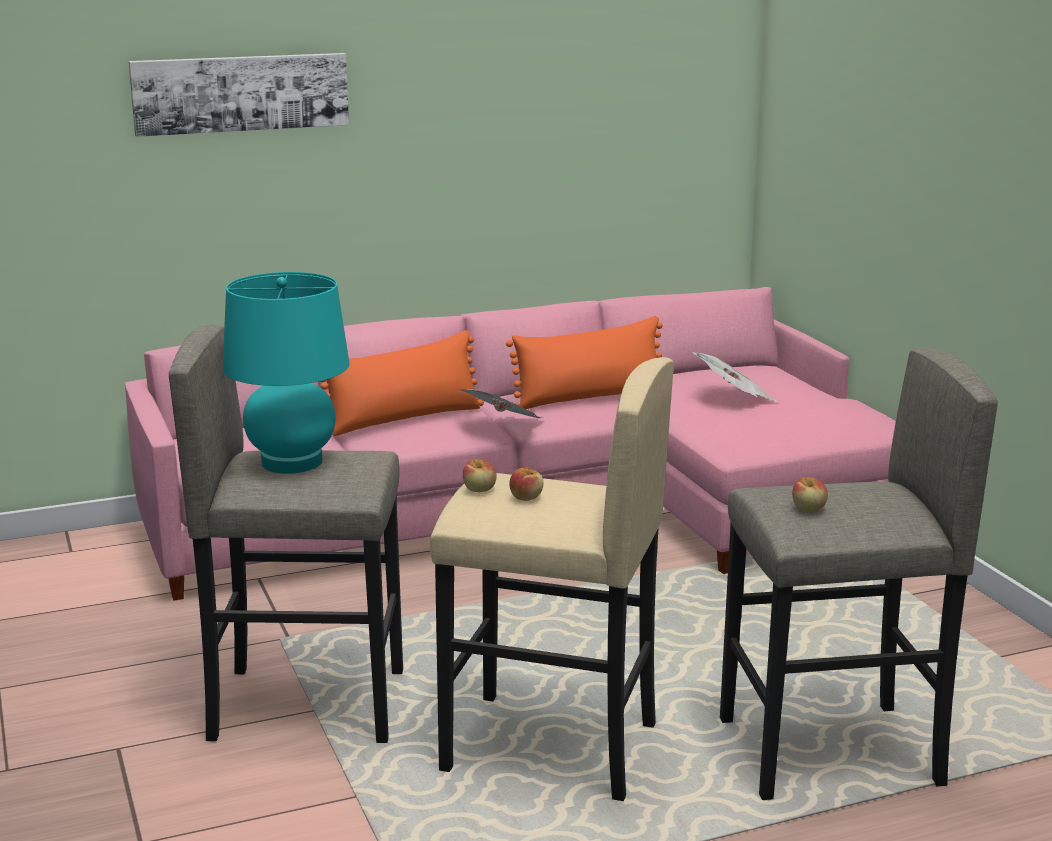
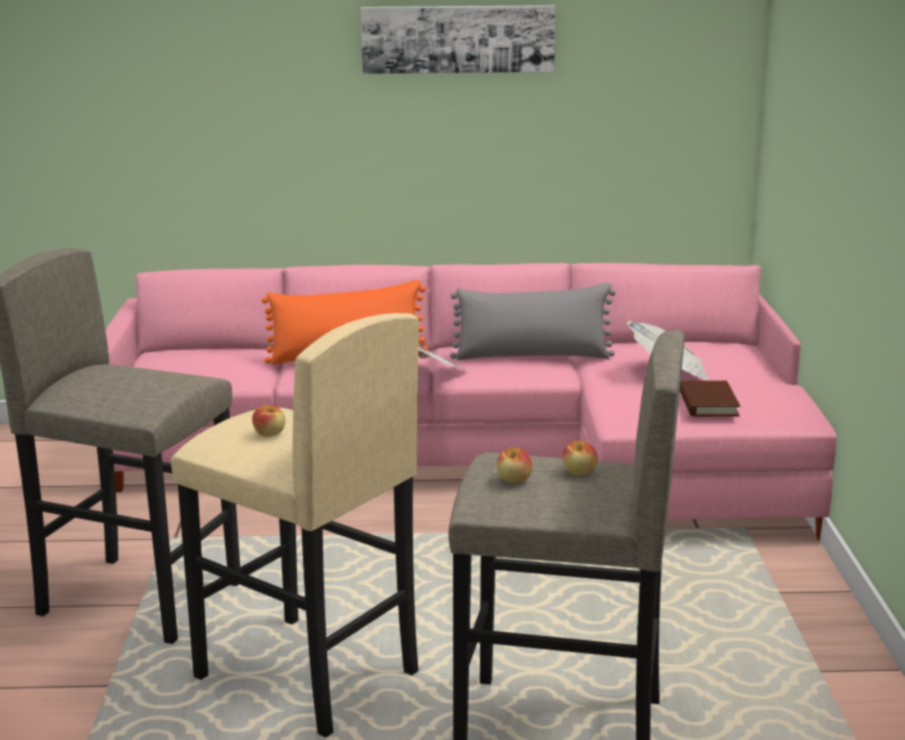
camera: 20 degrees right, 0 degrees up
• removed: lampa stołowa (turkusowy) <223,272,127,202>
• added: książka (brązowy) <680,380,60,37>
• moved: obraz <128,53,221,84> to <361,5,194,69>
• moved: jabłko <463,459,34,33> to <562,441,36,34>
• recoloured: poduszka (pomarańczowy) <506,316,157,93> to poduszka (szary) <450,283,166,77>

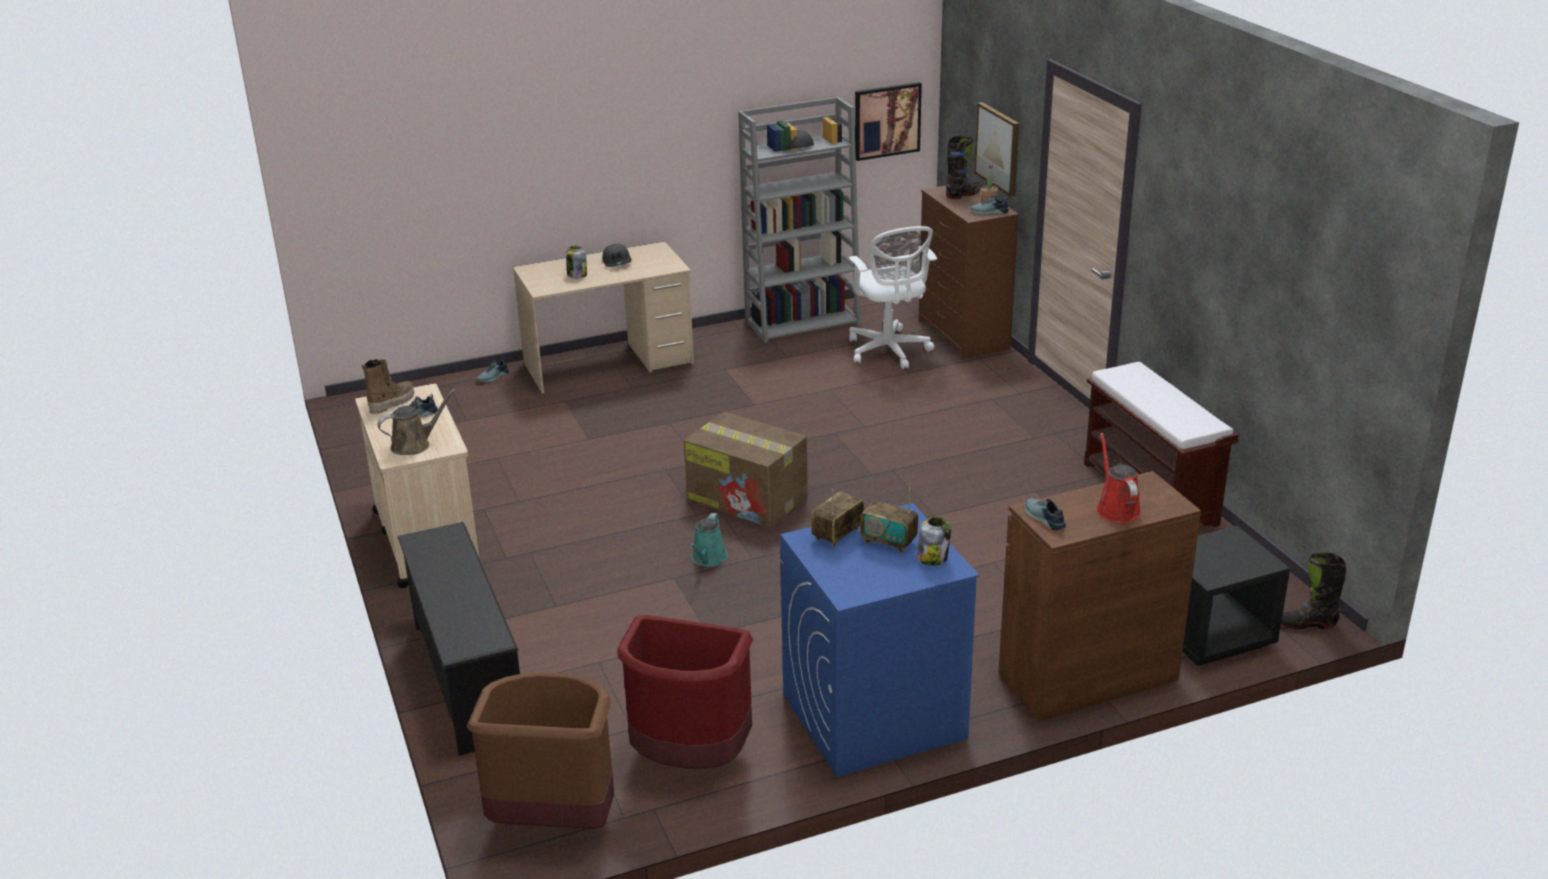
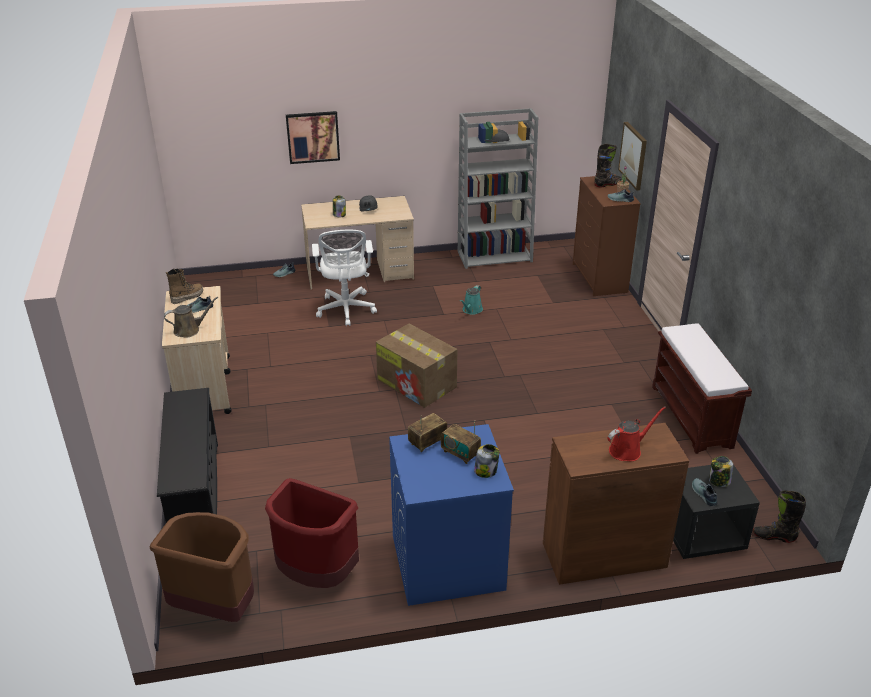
camera: 10 degrees right, 5 degrees up
• added: słoik <709,456,24,31>
• moved: konewka (turkusowy) <689,513,39,53> to <460,285,23,30>
• moved: krzesło biurowe (biały) <849,226,88,143> to <312,230,65,96>
• moved: obraz <855,82,67,79> to <286,111,54,53>
• moved: but <1025,498,41,32> to <692,478,26,28>
• turned: konewka (czerwony) <1096,432,45,91> = <607,406,59,55> 60 degrees clockwise

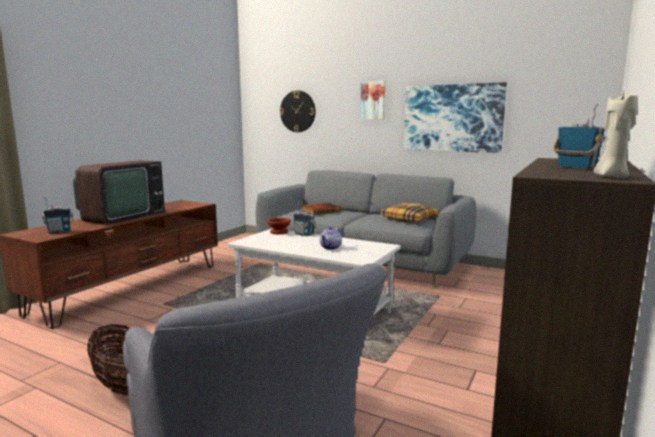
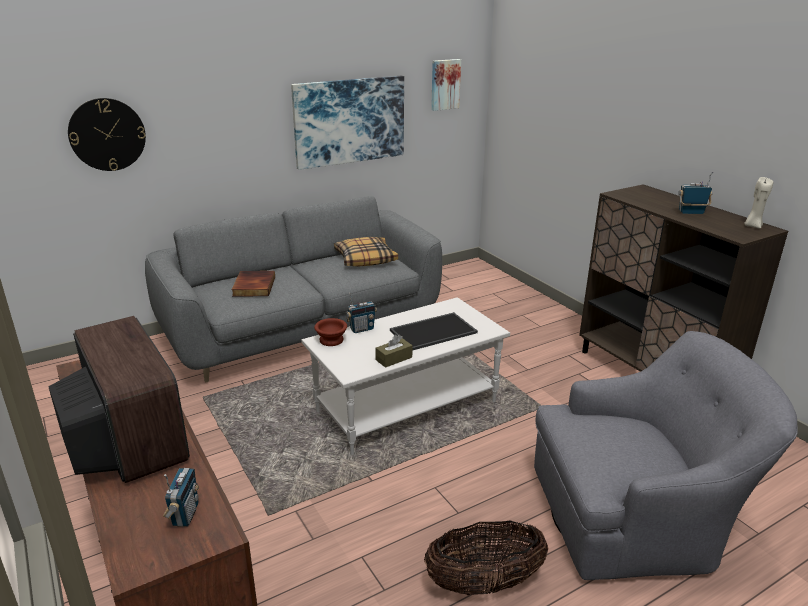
camera: 60 degrees left, 15 degrees up
• added: pudełko chusteczek (brązowy) <375,335,38,33>
• moved: obraz <360,81,25,39> to <431,59,30,52>
• replaced: imbryk <320,226,22,24> to taca <390,312,88,39>

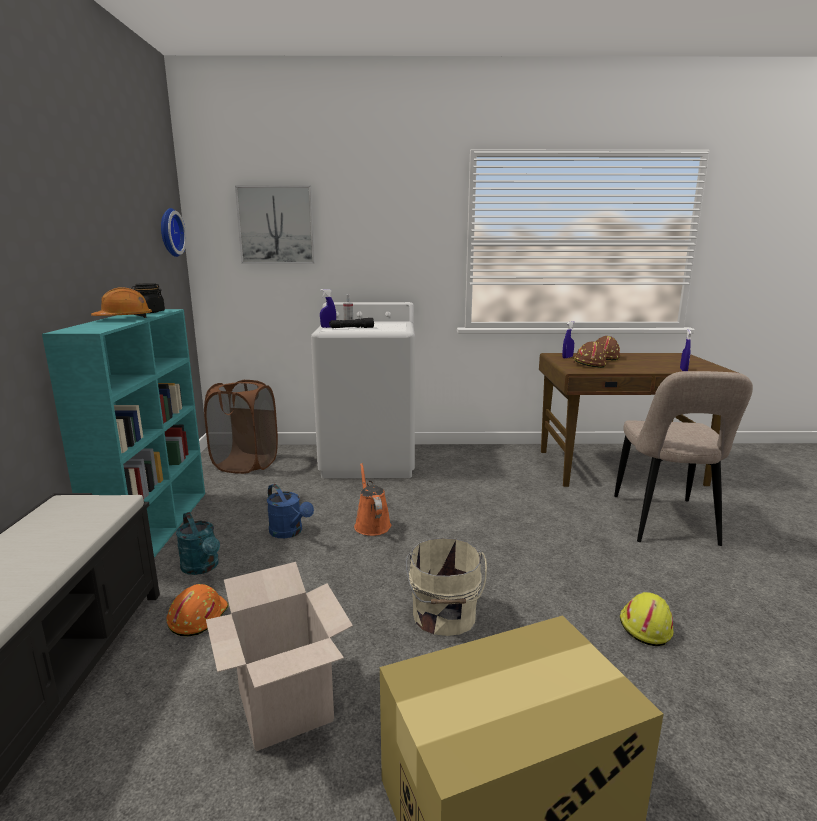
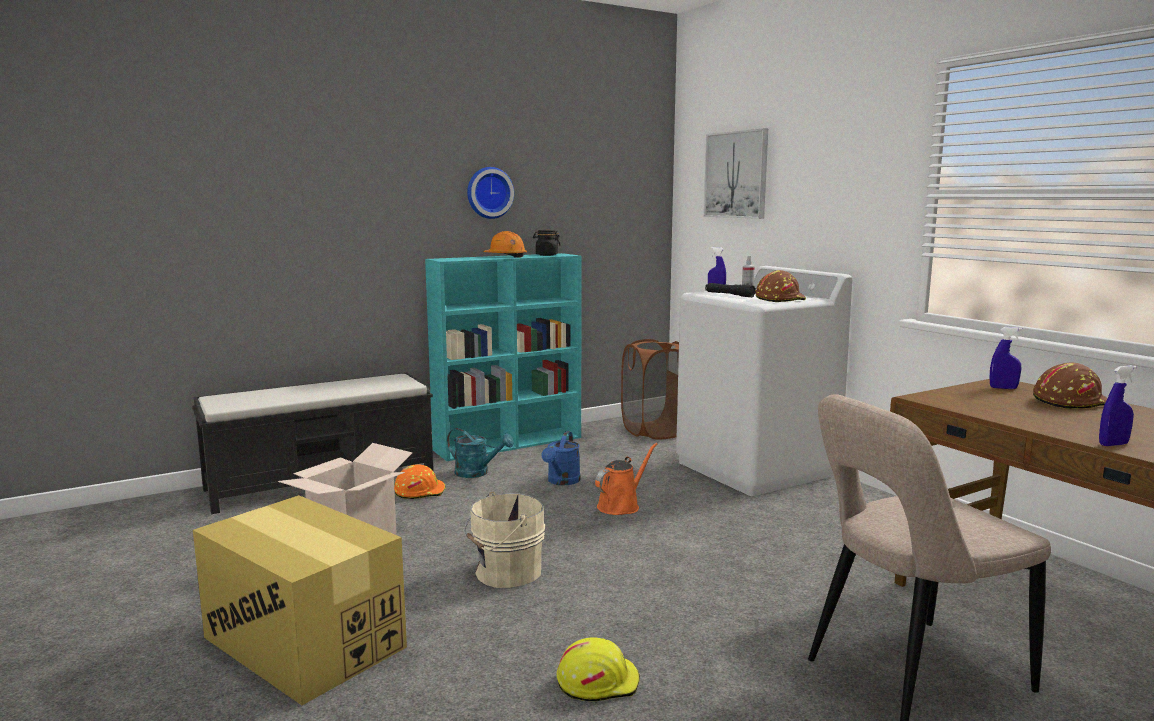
camera: 60 degrees right, 5 degrees down
• moved: zegar ścienny <161,208,25,49> to <467,167,47,52>
• moved: kask (brązowy) <573,342,34,26> to <755,270,51,32>
• turned: konewka (turkusowy) <176,512,44,63> = <447,428,67,50> 90 degrees counterclockwise

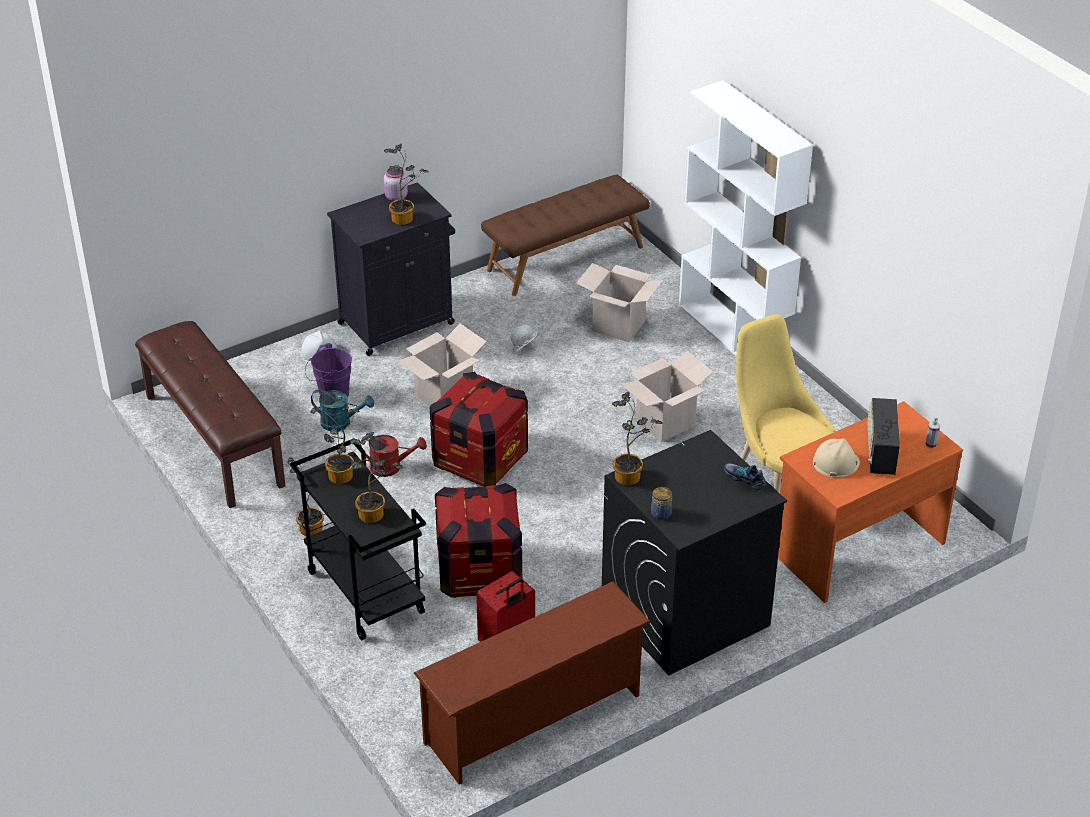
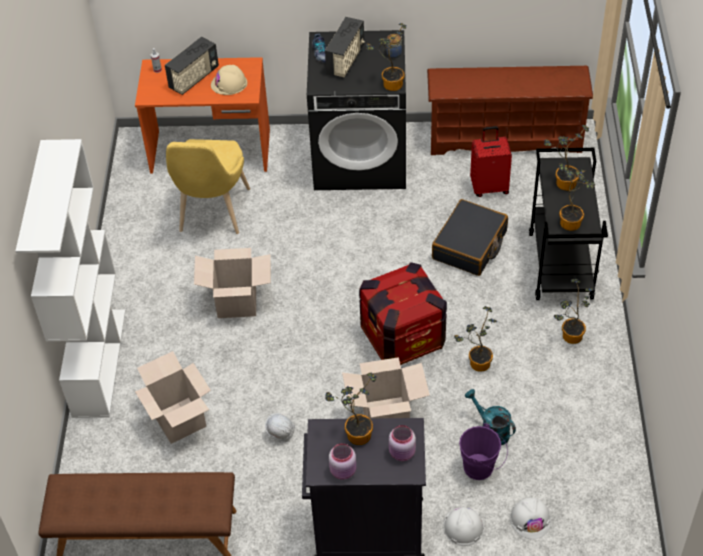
camera: 145 degrees left, 10 degrees up
• removed: ławka (brązowy) <135,321,151,187>
• added: radio <325,17,40,61>
• added: słoik (różowy) <389,425,27,36>
• added: kask (biały) <510,498,41,41>
• replaced: konewka (czerwony) <360,435,67,42> to roślina doniczkowa <454,306,44,66>
• replaced: skrzynka <435,483,87,115> to walizka (czarny) <432,199,76,77>

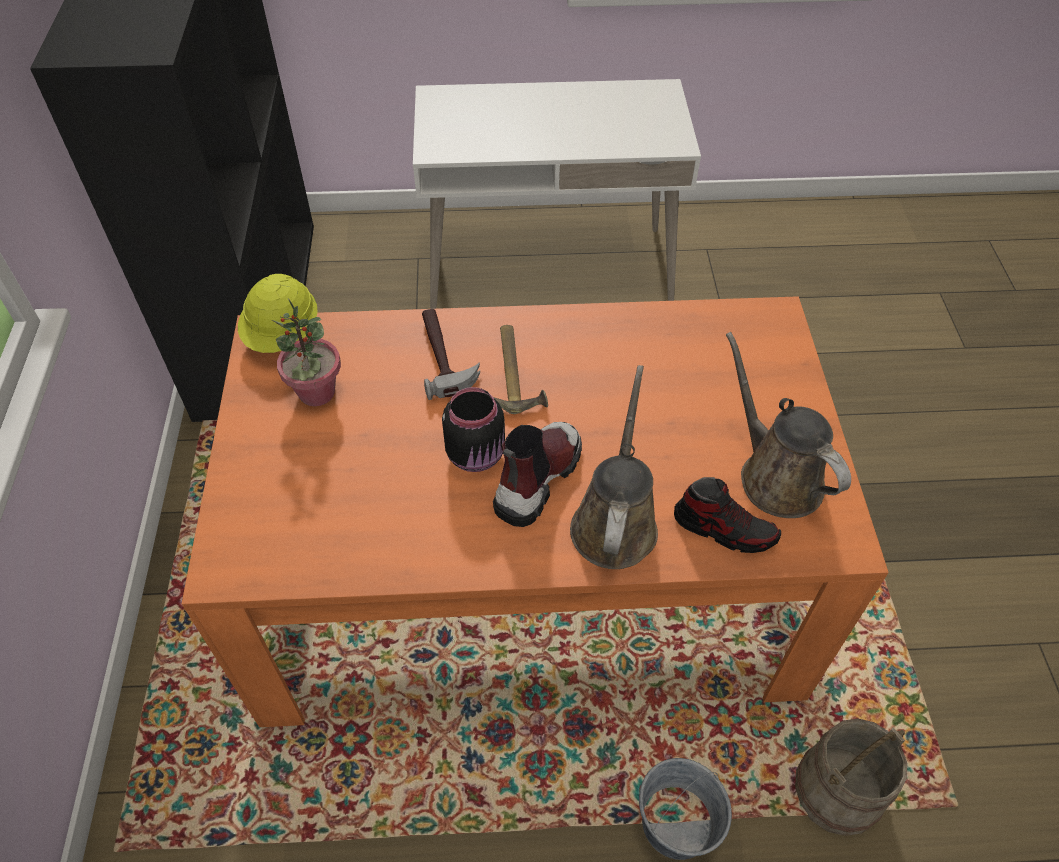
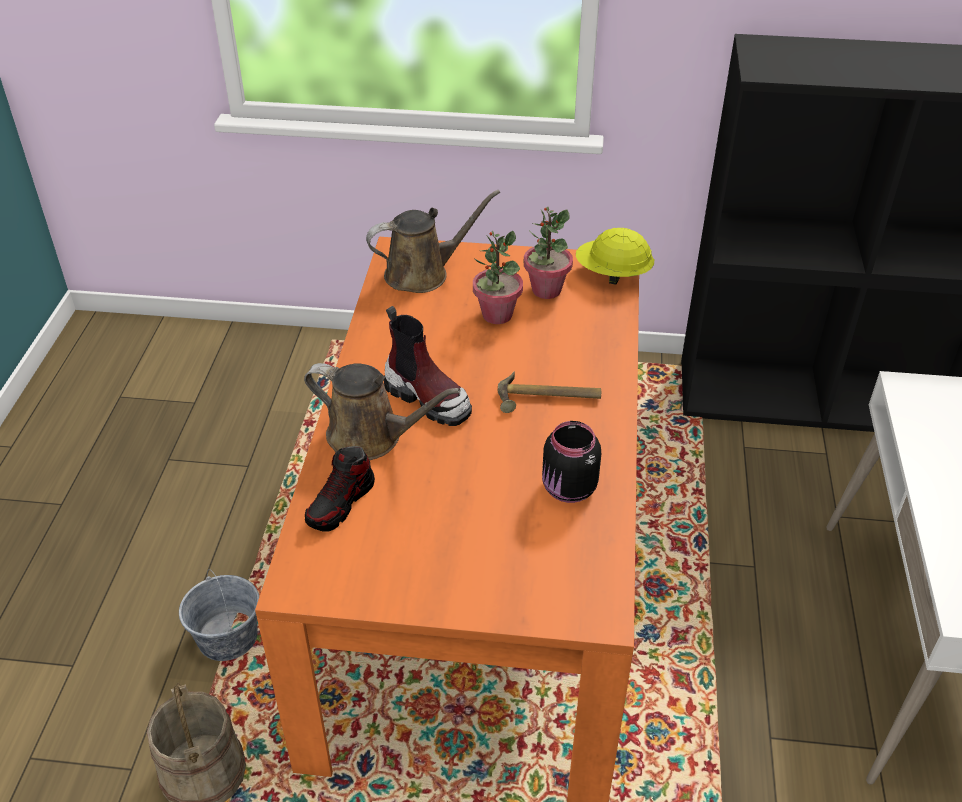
camera: 100 degrees right, 10 degrees down
• removed: młotek <422,309,58,91>
• added: roślina doniczkowa <473,231,50,93>
• moved: słoik (czarny) <442,387,63,85> to <542,421,59,82>
• moved: konewka (brązowy) <726,332,125,186> to <366,190,134,103>

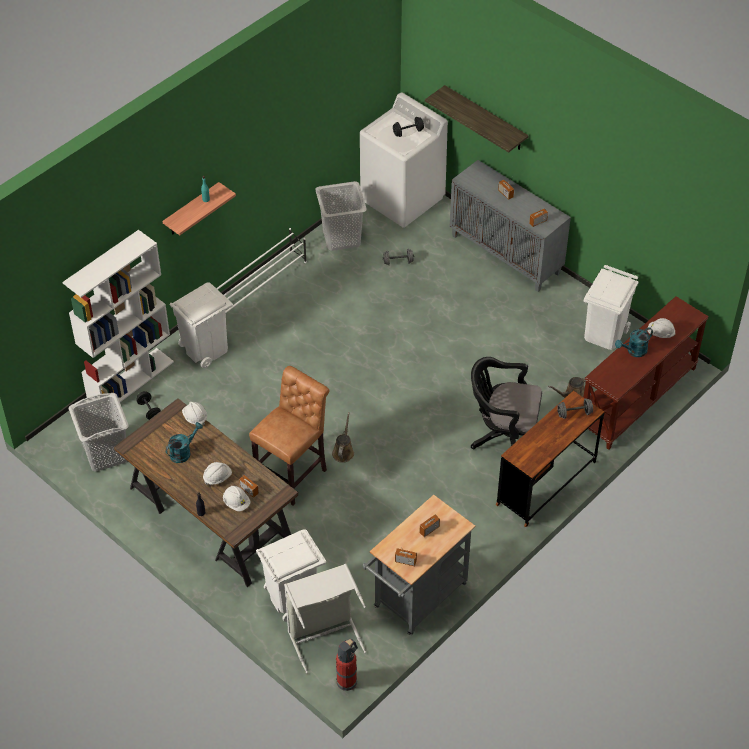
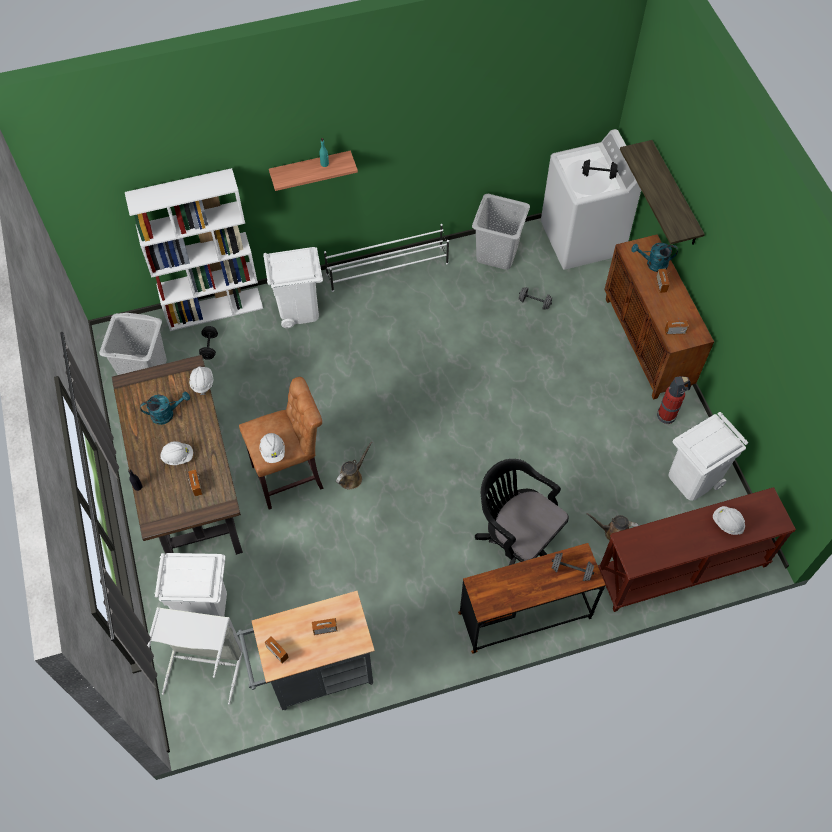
camera: 30 degrees right, 10 degrees up
• moved: kask (biały) <223,486,27,25> to <259,433,26,30>
• moved: gaśnica <336,639,22,52> to <657,376,34,48>
• moved: konewka (turkusowy) <615,327,38,30> to <631,243,47,29>
• recoloured: szafka (szary) <450,160,121,132> to szafka (brązowy) <604,234,110,165>

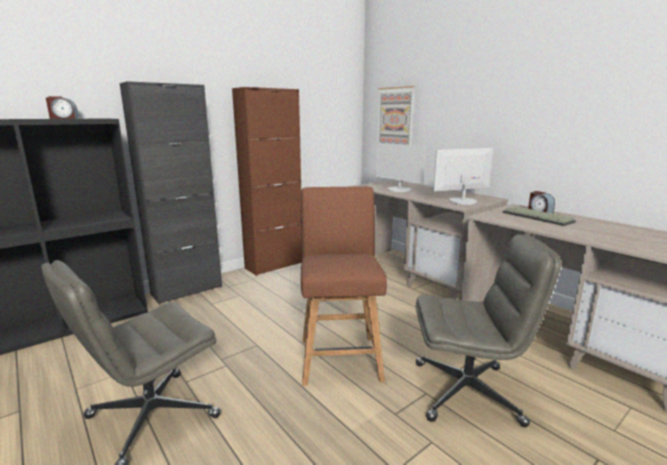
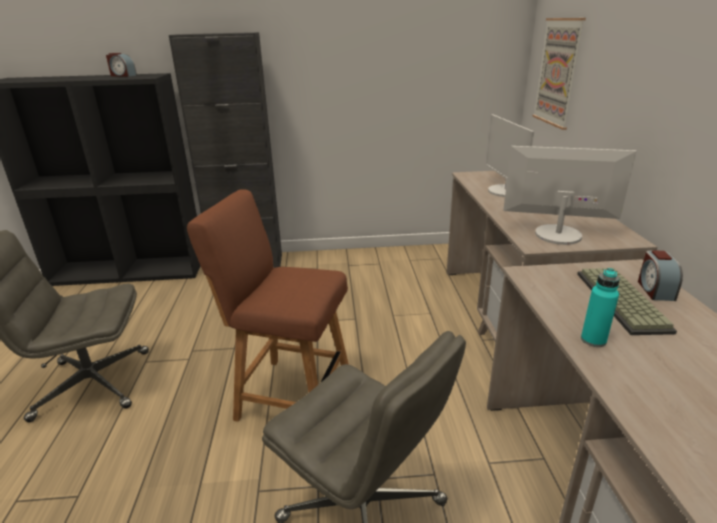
camera: 35 degrees right, 10 degrees up
• removed: szafka (brązowy) <232,87,70,189>
• added: butelka (turkusowy) <581,268,39,79>
• turned: krzesło (brązowy) <301,186,86,200> = <187,189,162,233> 105 degrees counterclockwise

